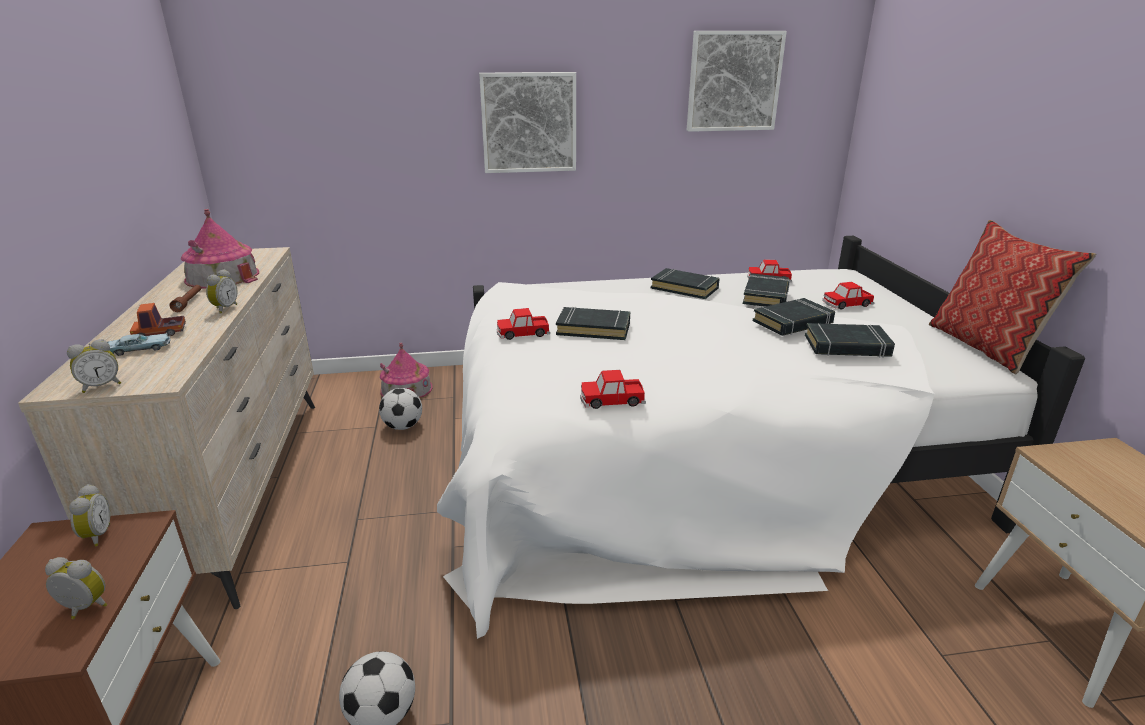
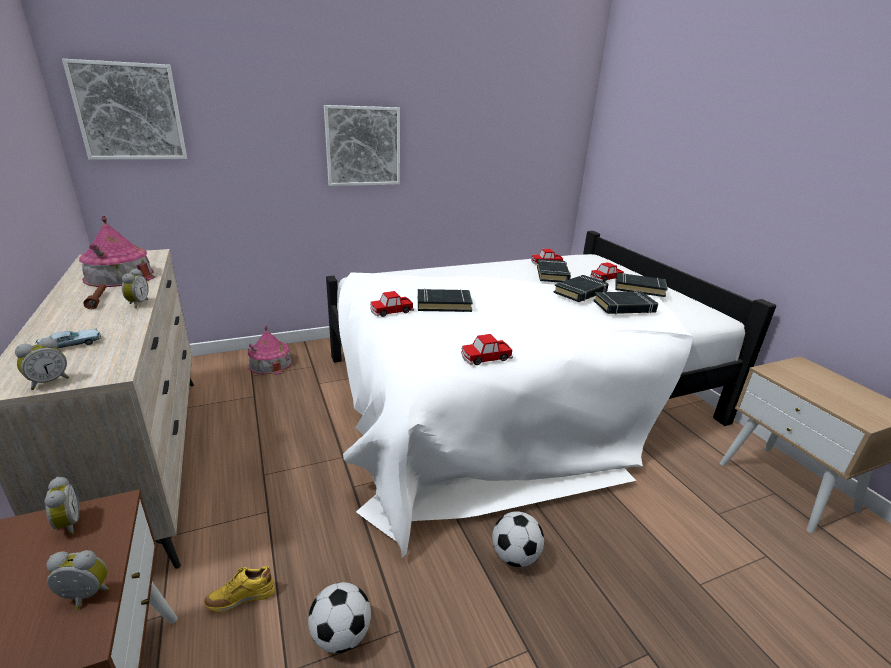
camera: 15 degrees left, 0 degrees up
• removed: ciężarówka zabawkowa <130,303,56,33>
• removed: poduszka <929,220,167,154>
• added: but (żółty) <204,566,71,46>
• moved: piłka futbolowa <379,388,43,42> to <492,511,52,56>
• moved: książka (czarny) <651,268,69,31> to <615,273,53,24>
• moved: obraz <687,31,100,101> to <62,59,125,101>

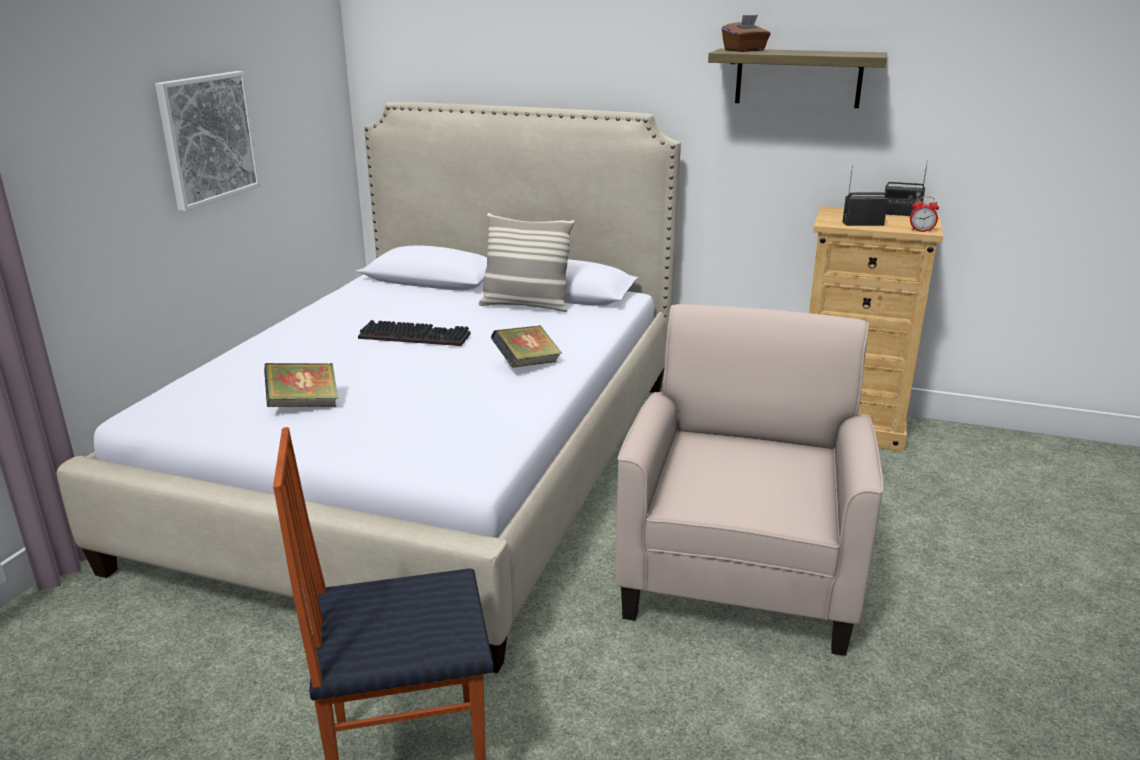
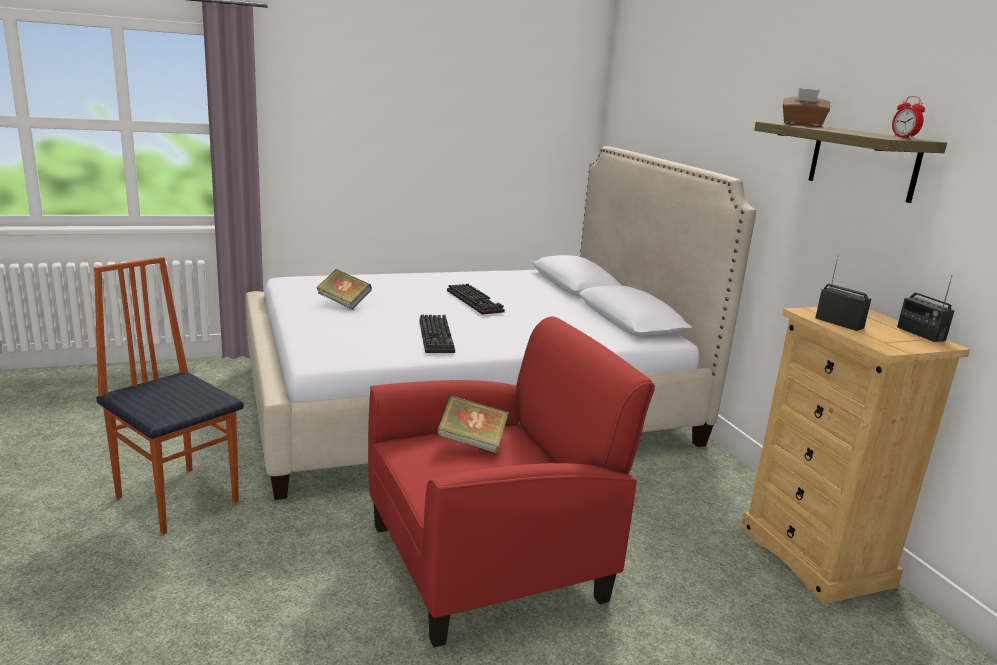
camera: 50 degrees right, 5 degrees down
• removed: obraz <155,71,105,140>
• removed: poduszka <479,213,95,99>
• added: klawiatura <419,314,36,39>
• moved: książka <491,325,71,43> to <437,395,72,58>
• moved: budzik <910,196,29,37> to <892,96,33,43>
• recoloured: fotel (beżowy) <615,304,269,352> to fotel (czerwony) <368,317,287,331>

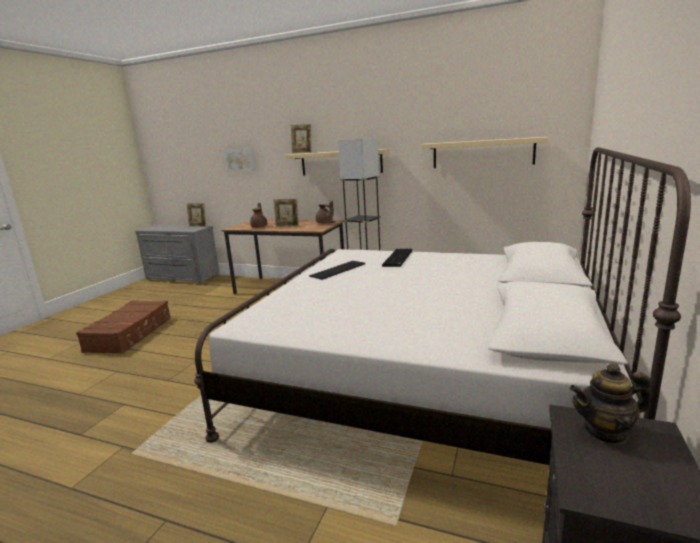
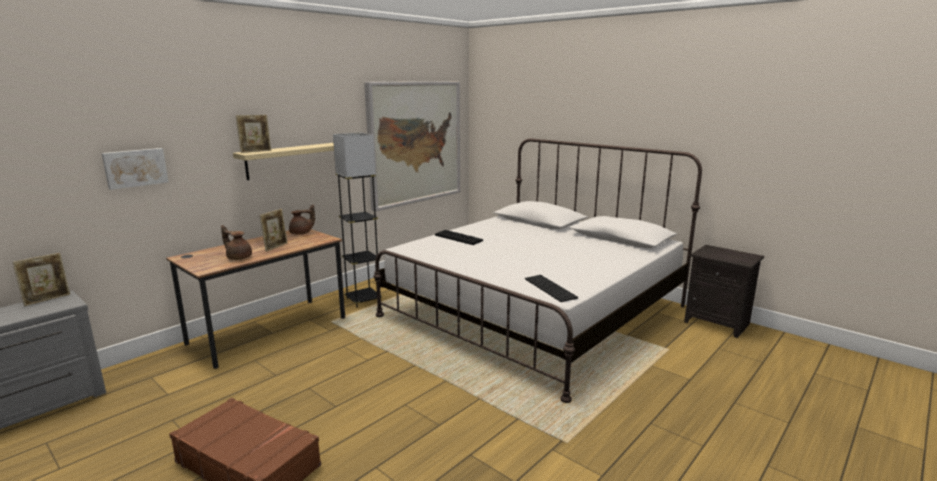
camera: 70 degrees left, 0 degrees up
• removed: imbryk <570,363,81,82>
• moved: klawiatura <309,261,56,19> to <525,275,53,27>
• replaced: półka (beżowy) <420,137,129,31> to obraz <364,81,96,130>

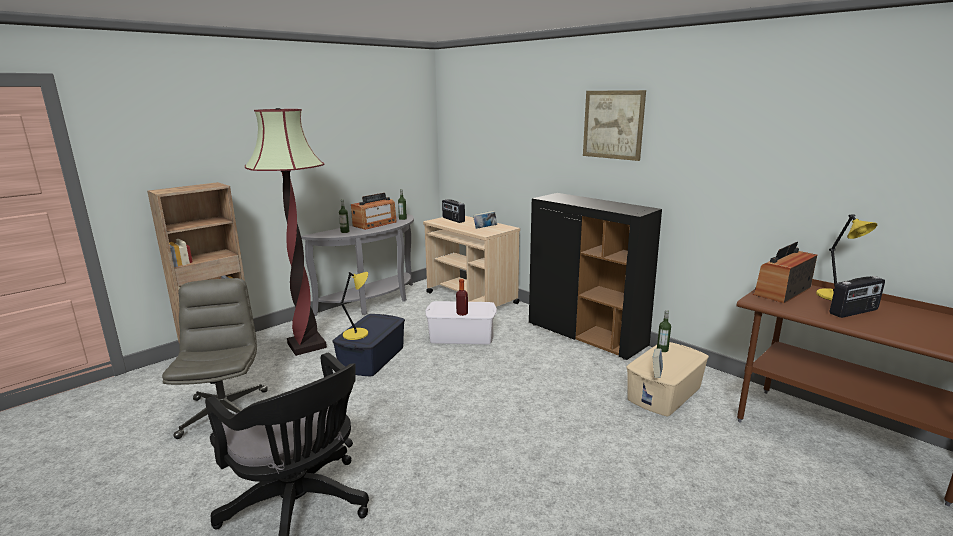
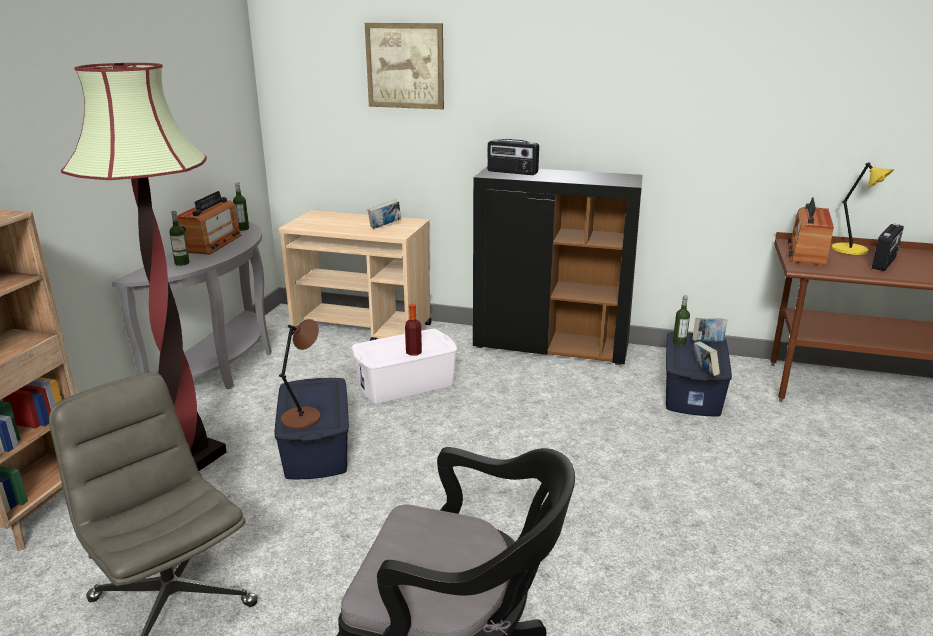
camera: 30 degrees left, 5 degrees up
• added: książka <693,318,34,23>
• moved: radio <442,199,23,24> to <487,139,52,36>
• moved: obraz <583,90,63,71> to <365,23,79,86>
• recoloured: lampa stołowa (żółty) <340,272,28,68> to lampa stołowa (brązowy) <279,319,42,110>
• recoloured: pojemnik do przechowywania (beżowy) <626,342,83,75> to pojemnik do przechowywania (niebieski) <666,332,66,84>

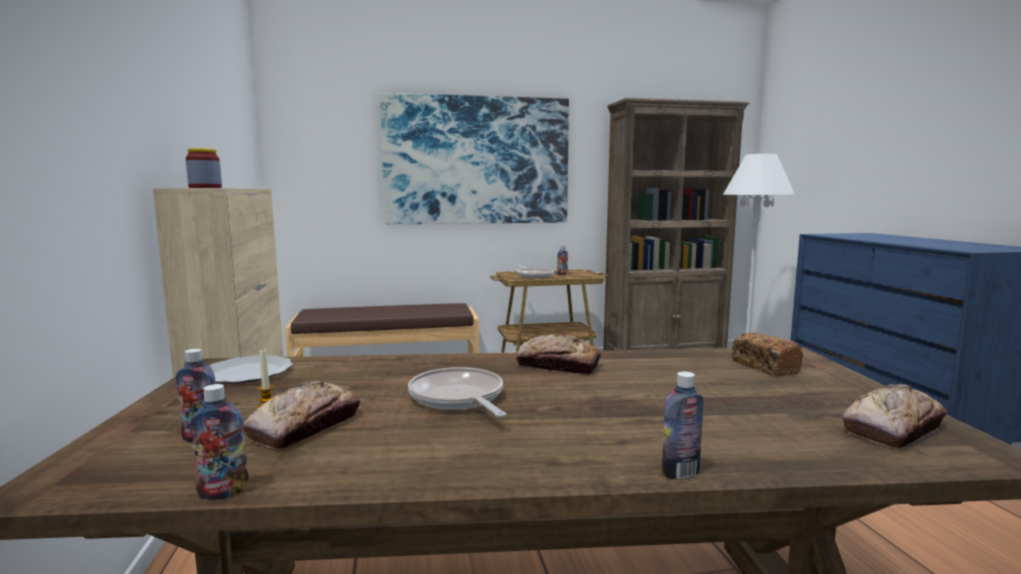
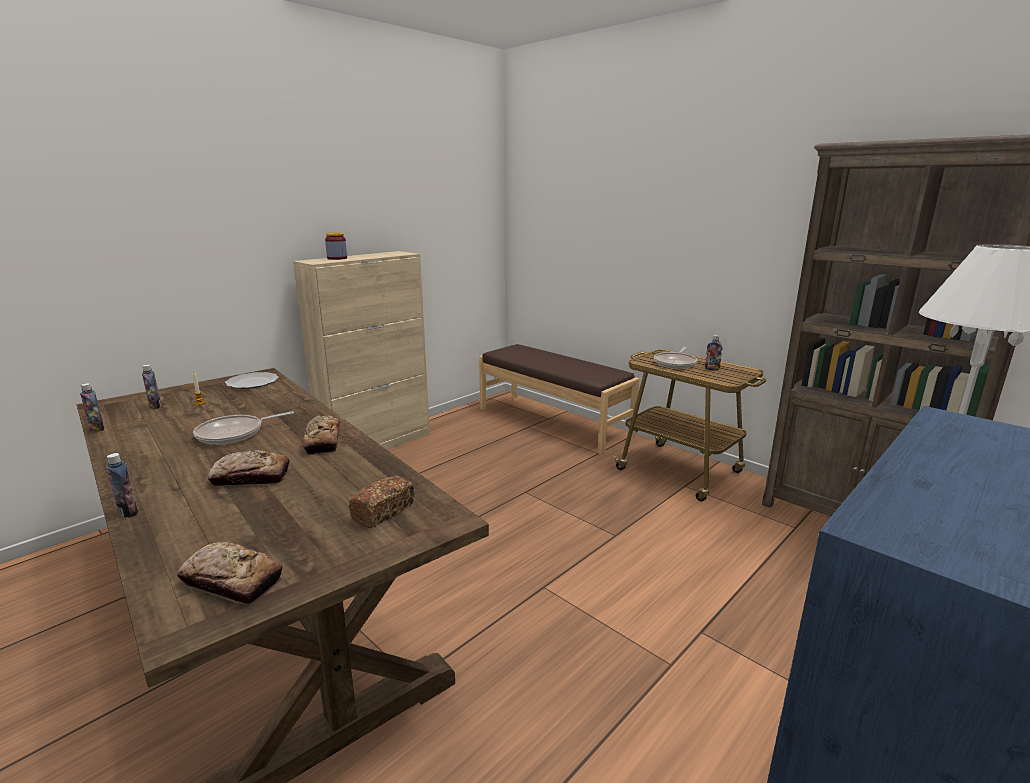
camera: 55 degrees right, 10 degrees up
• removed: obraz <380,93,189,131>
• moved: chleb <243,381,117,68> to <208,450,82,36>
• turned: patelnia <408,367,98,50> = <193,411,101,34> 150 degrees counterclockwise

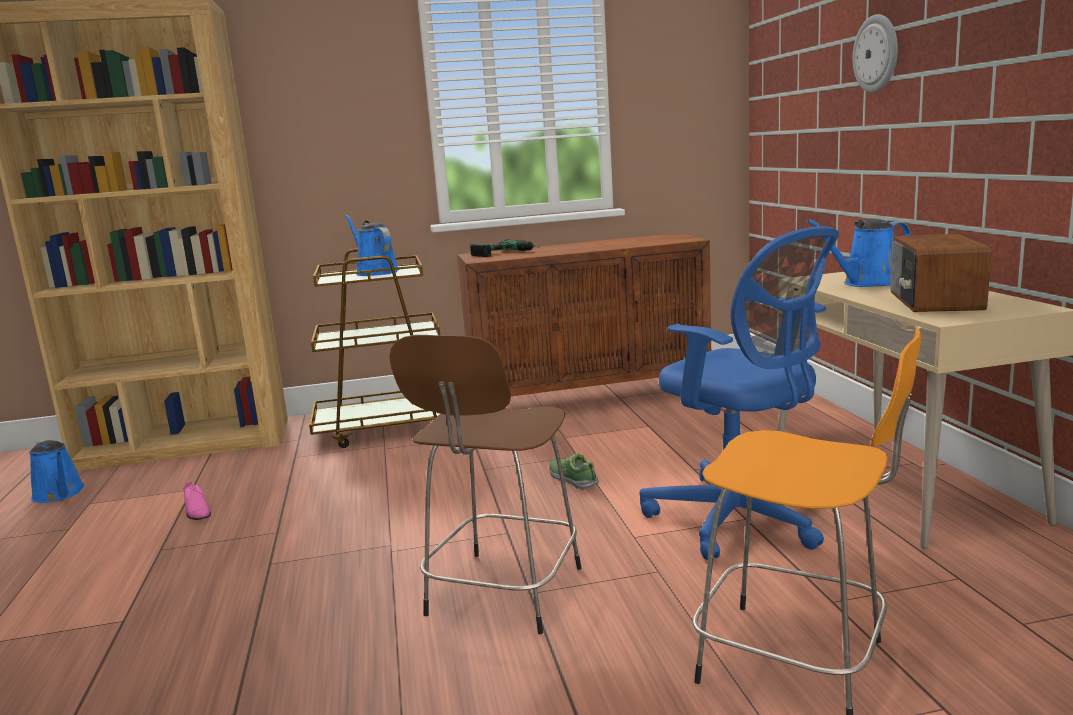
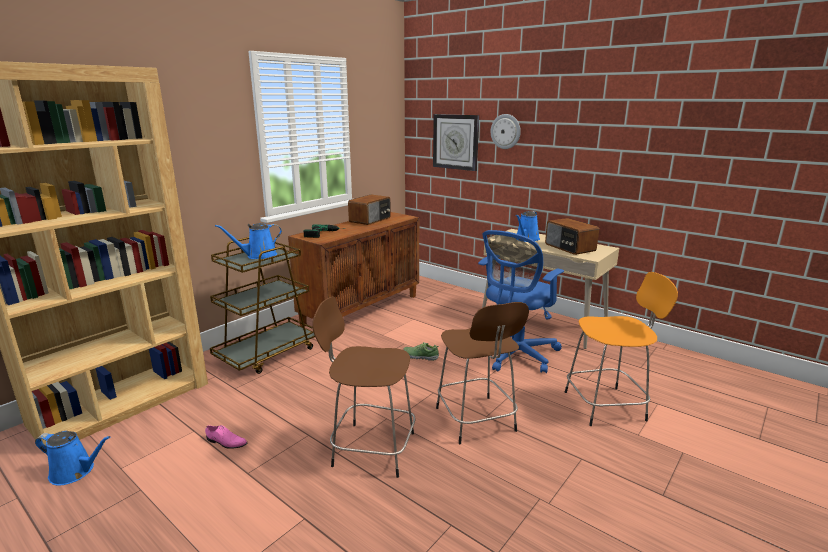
camera: 40 degrees left, 5 degrees up
• added: stołek (brązowy) <312,297,103,181>
• added: radio <348,195,43,30>
• added: zegar ścienny <433,114,46,57>
• turned: konewka (niebieski) <345,215,53,61> = <215,223,67,36> 45 degrees counterclockwise
• turned: krzesło biurowe (niebieski) <640,226,199,334> = <478,230,86,143> 120 degrees clockwise

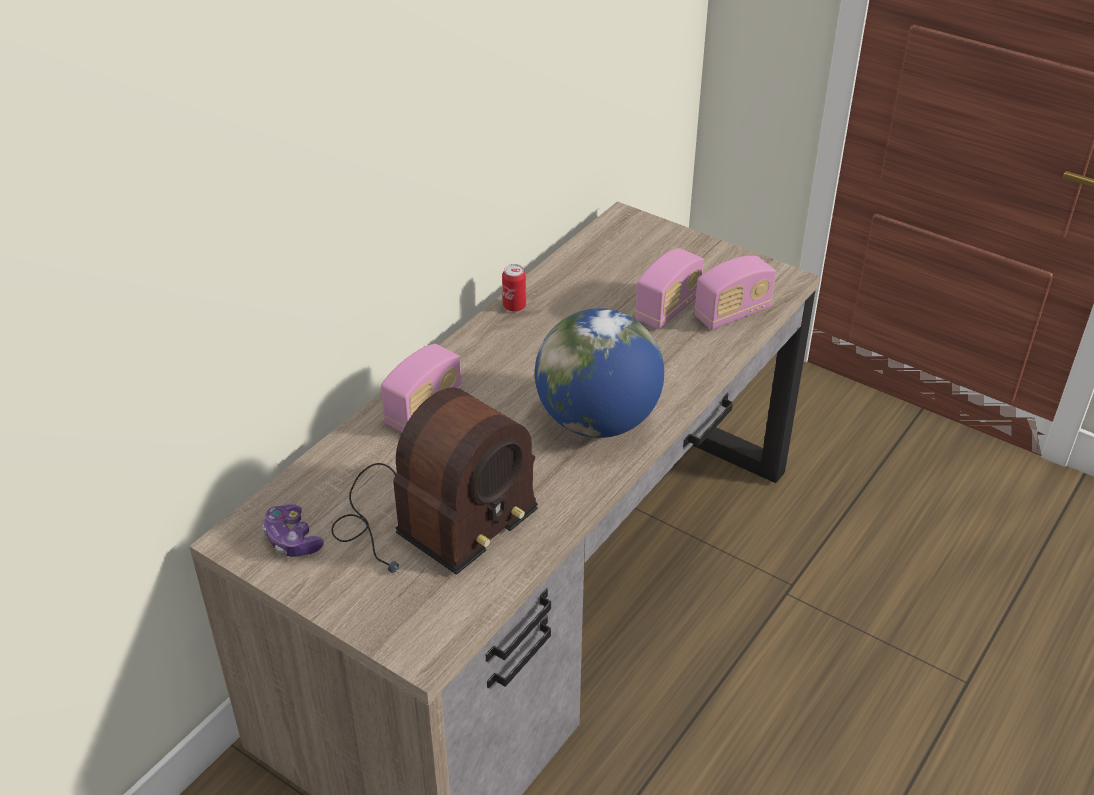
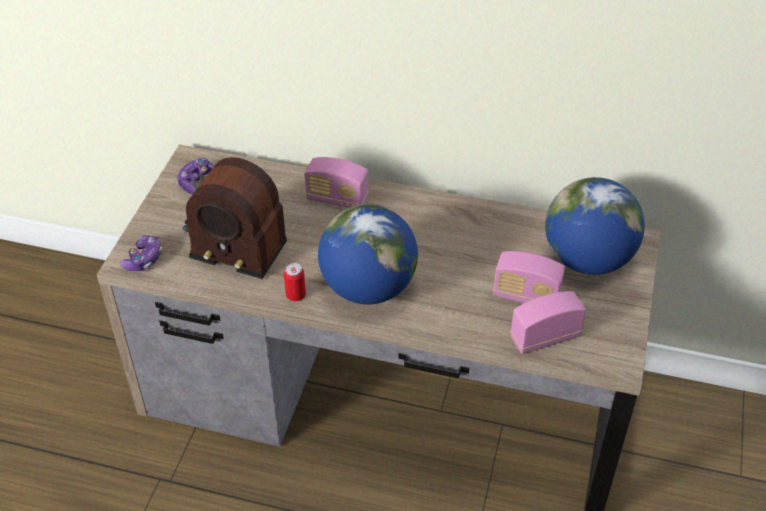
camera: 70 degrees right, 5 degrees up
• added: pad do gier <120,235,43,36>
• added: globus <545,177,100,98>
• moved: puszka <502,264,24,48> to <283,263,23,38>
• turned: radio <694,256,82,74> = <510,291,76,63> 120 degrees clockwise

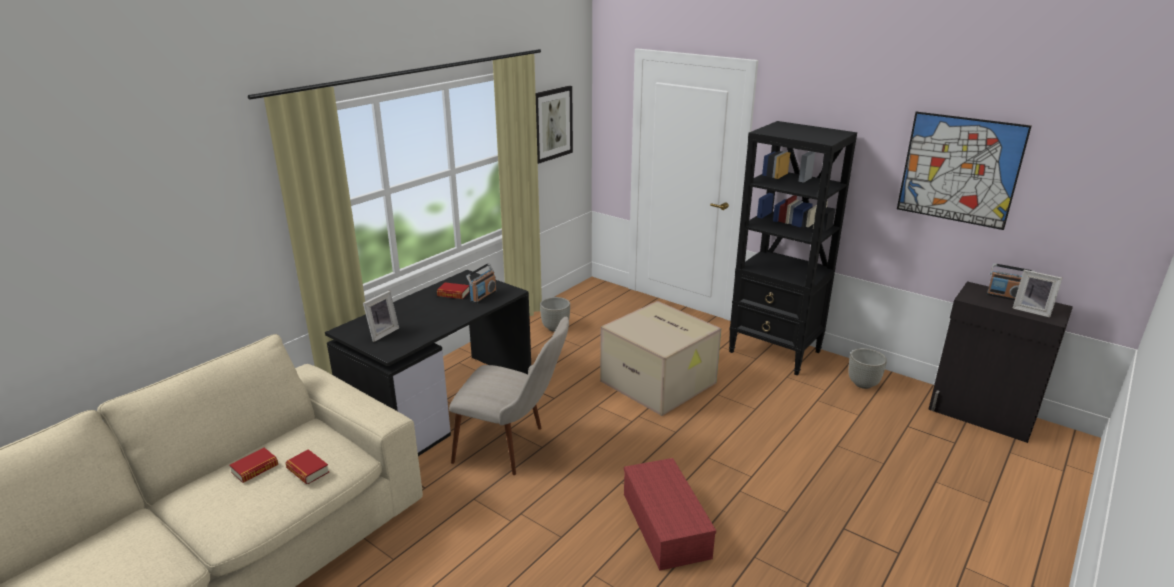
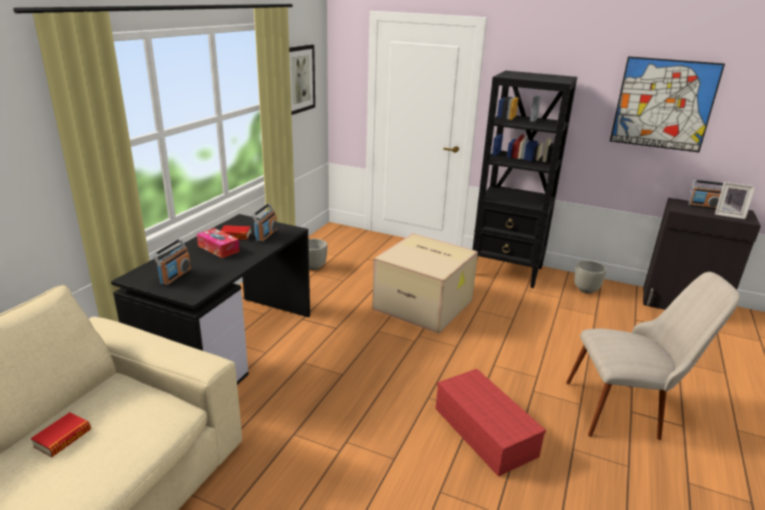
camera: 15 degrees left, 0 degrees up
• removed: książka <286,449,43,35>
• added: pudełko chusteczek <197,228,43,30>
• moved: krzesło (beżowy) <449,316,120,159> to <566,272,174,168>
• replaced: ramka na zdjęcie <363,291,36,51> to radio <152,239,40,47>

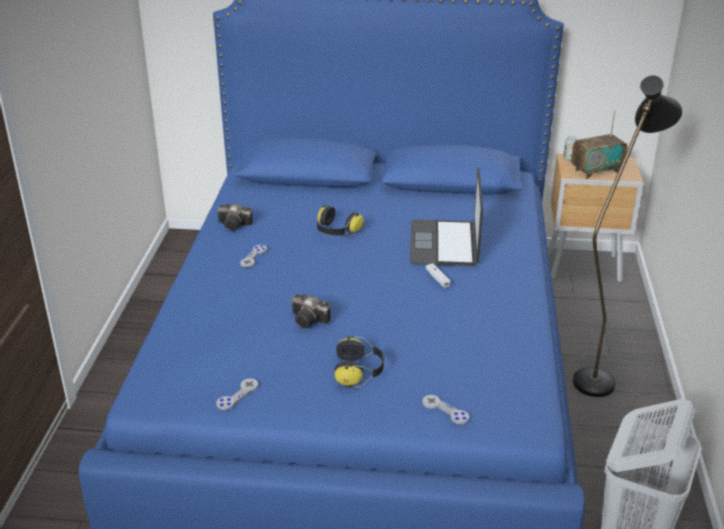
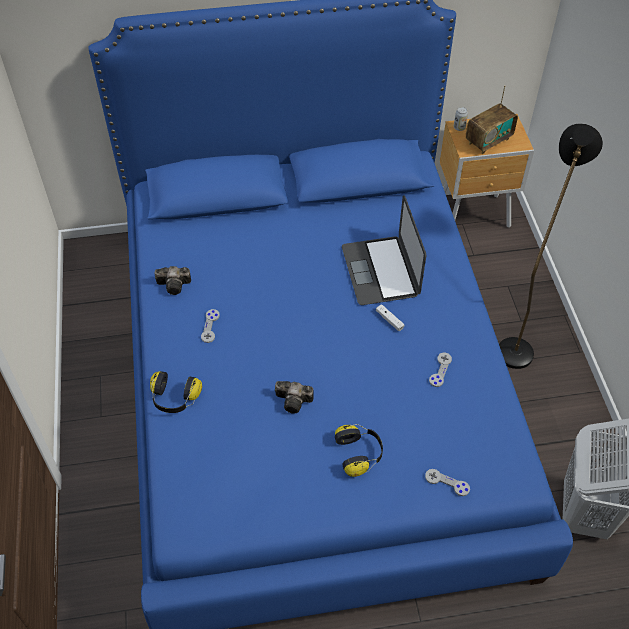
camera: 15 degrees left, 20 degrees up
• moved: pad do gier (szary) <216,379,42,31> to <429,353,23,34>
• moved: słuchawki <317,205,47,31> to <150,371,52,42>

